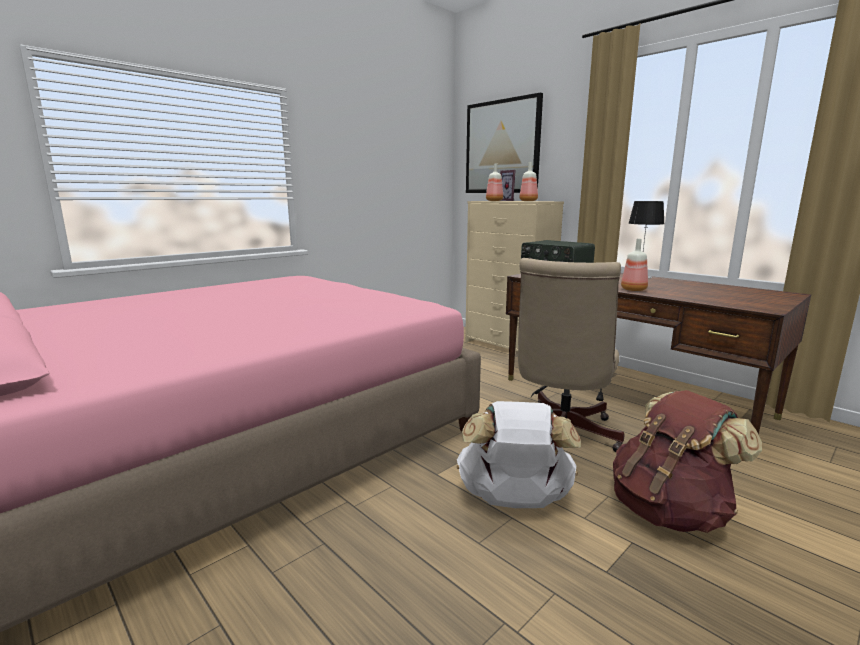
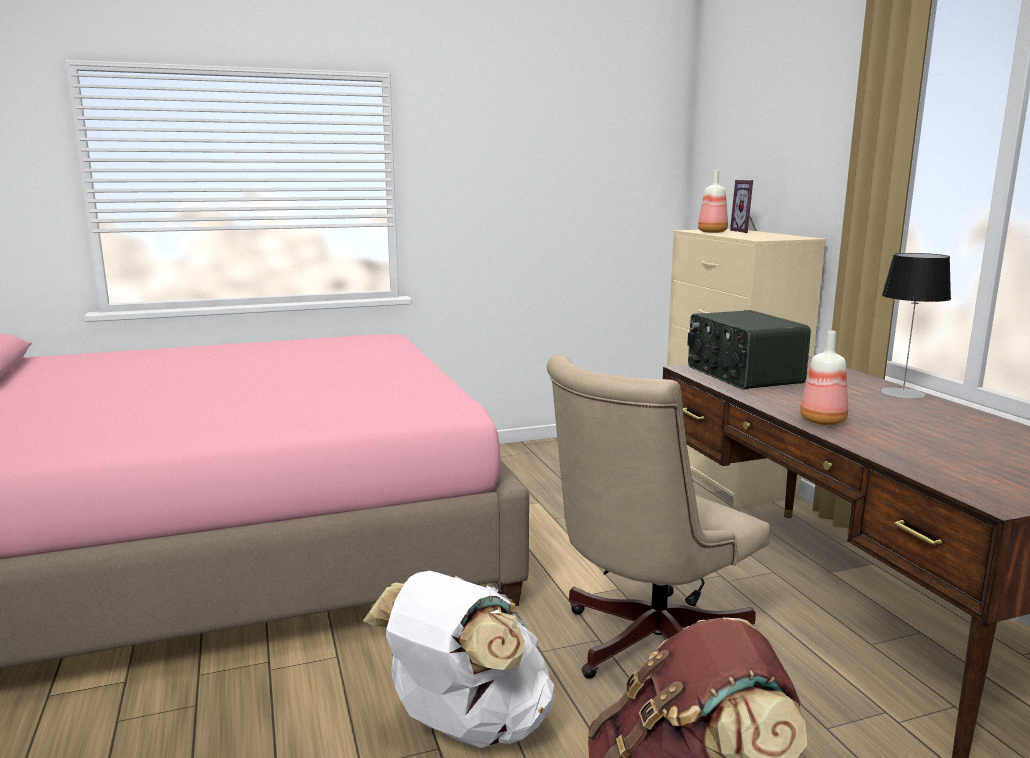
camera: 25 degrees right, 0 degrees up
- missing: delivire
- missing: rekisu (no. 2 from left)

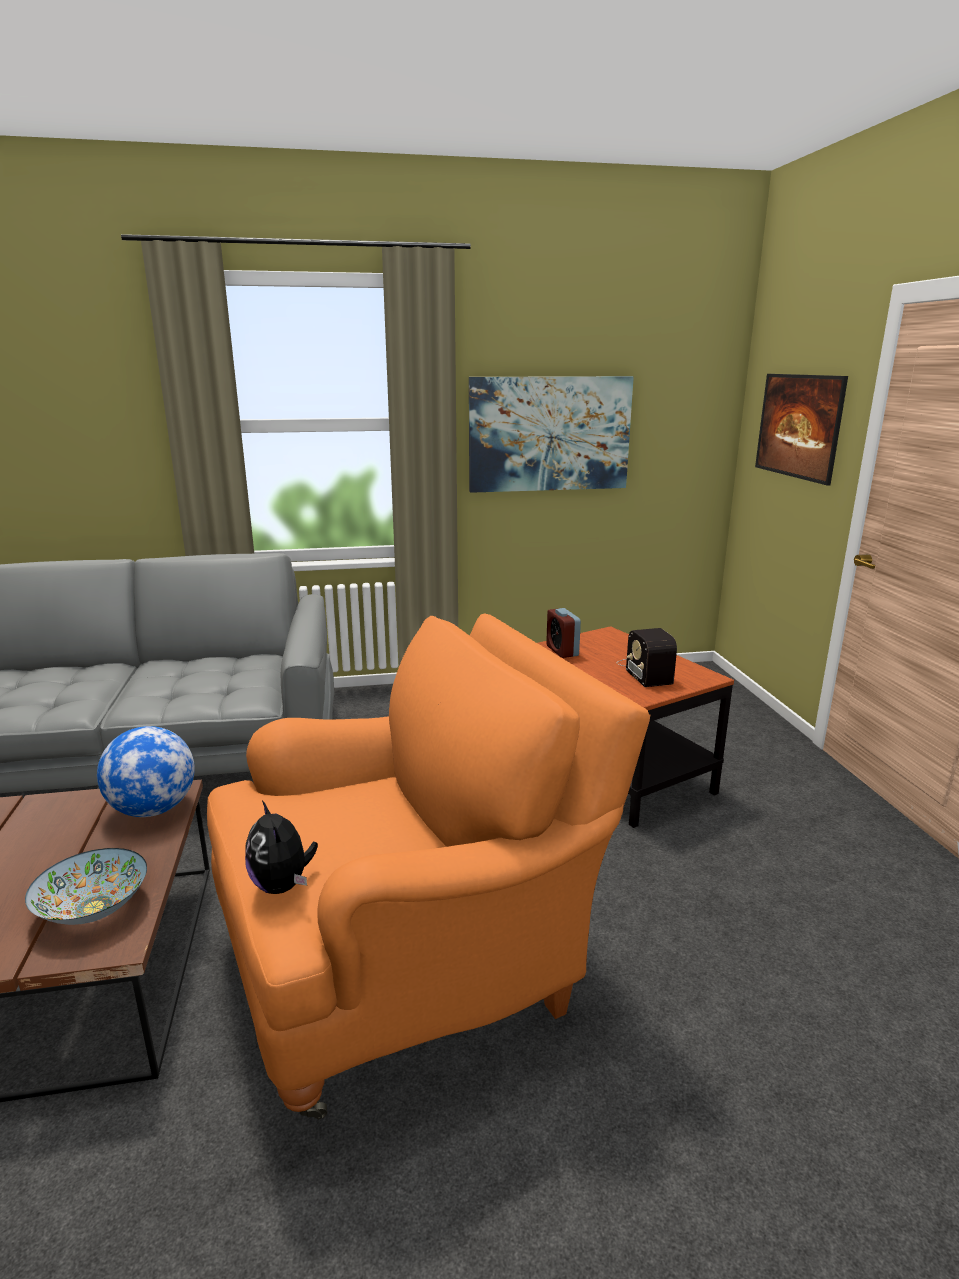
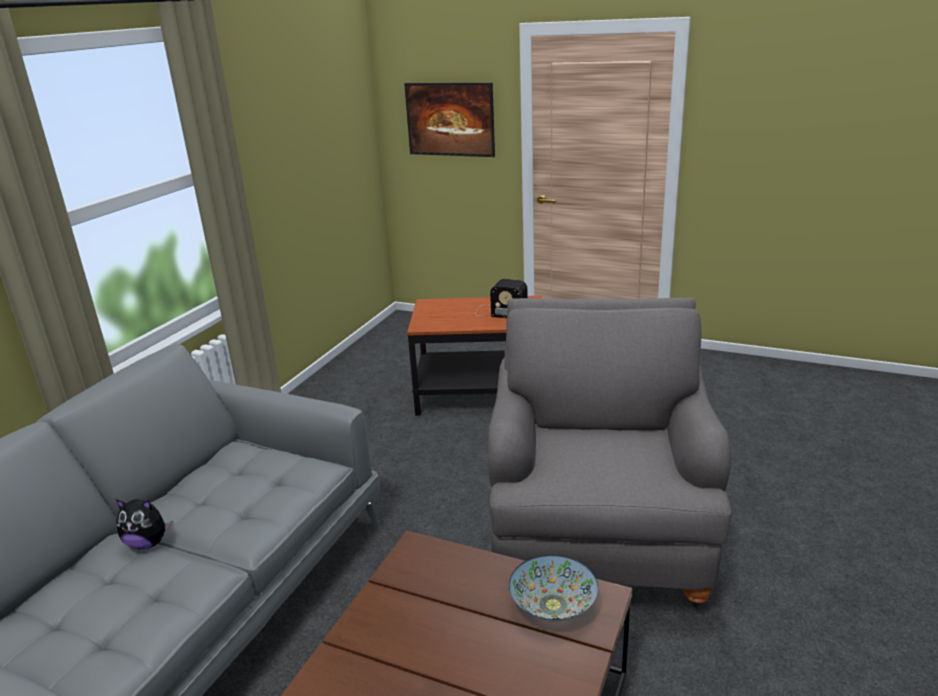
camera: 55 degrees left, 5 degrees up
- missing: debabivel
- missing: delivire (no. 1 from left)
- missing: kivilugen
- relocated: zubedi
- colour: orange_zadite to grey_zadite

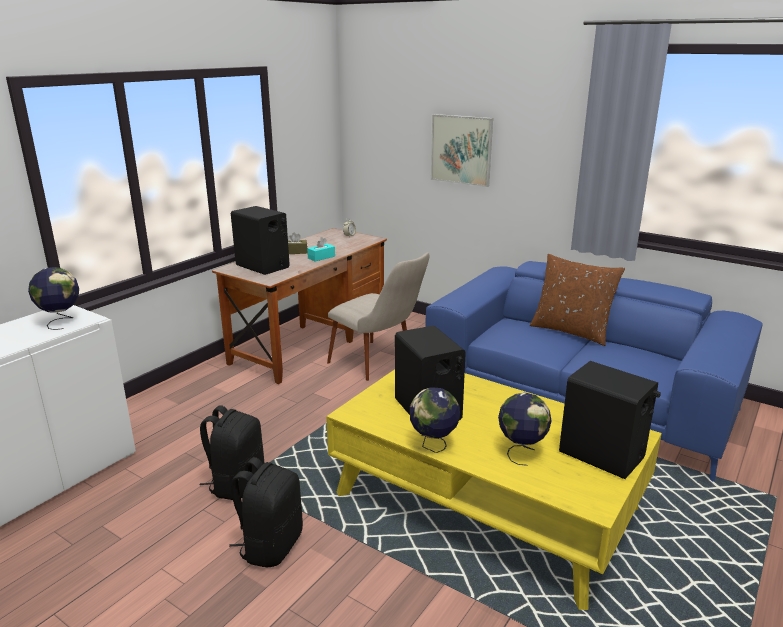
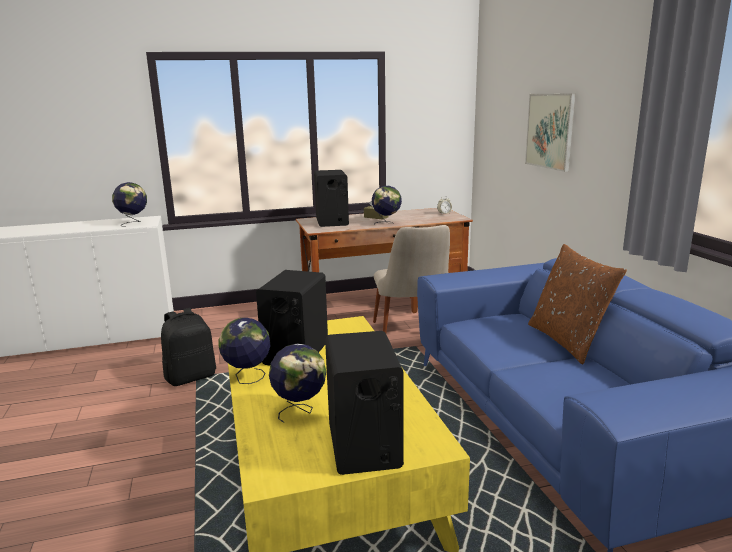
camera: 40 degrees right, 5 degrees down
- missing: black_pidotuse (no. 2 from left)
- exchanged: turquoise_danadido to debabivel (no. 4 from left)

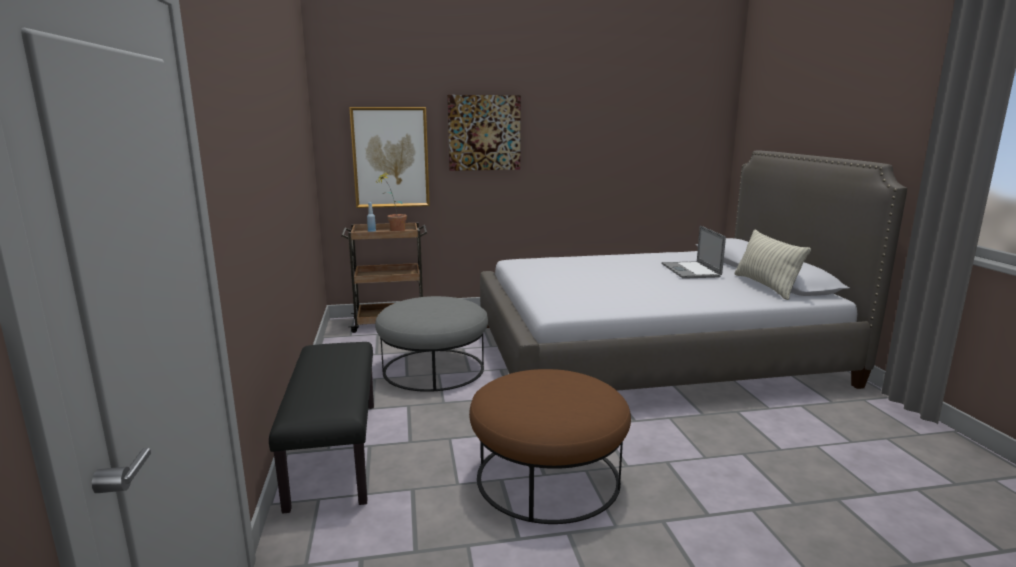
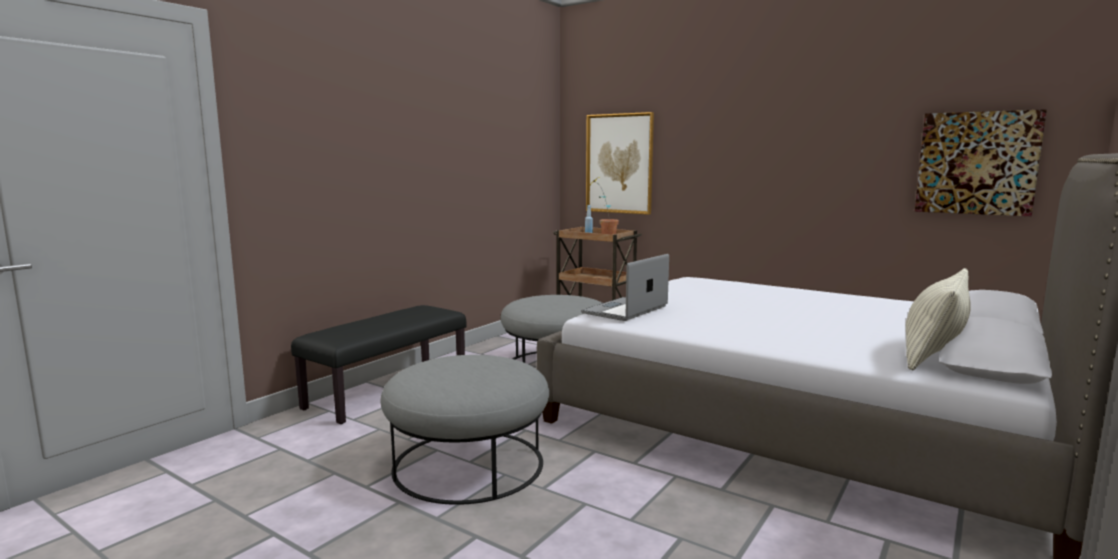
camera: 45 degrees right, 5 degrees down
- relocated: delivire (no. 2 from left)
- relocated: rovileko
- colour: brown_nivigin to grey_nivigin (no. 1 from left)

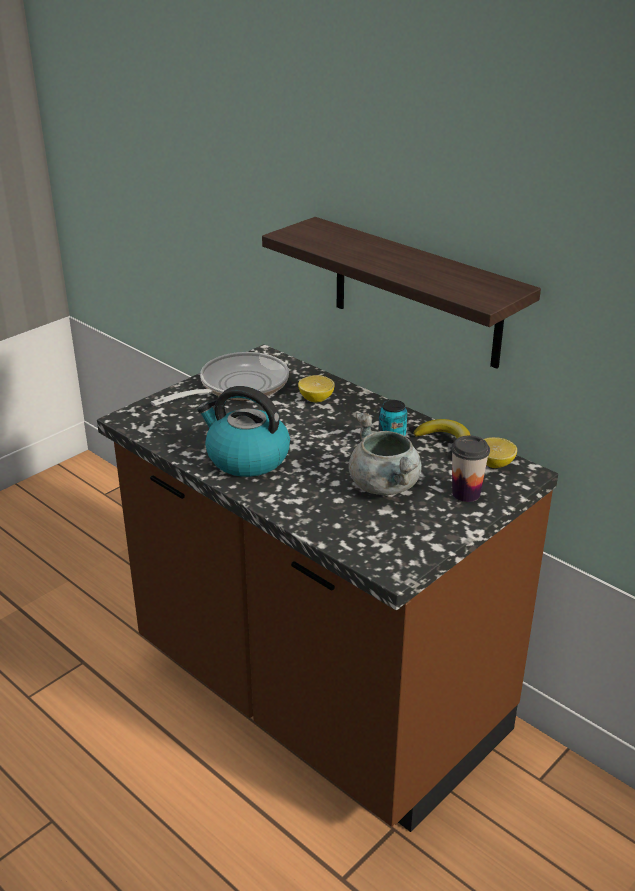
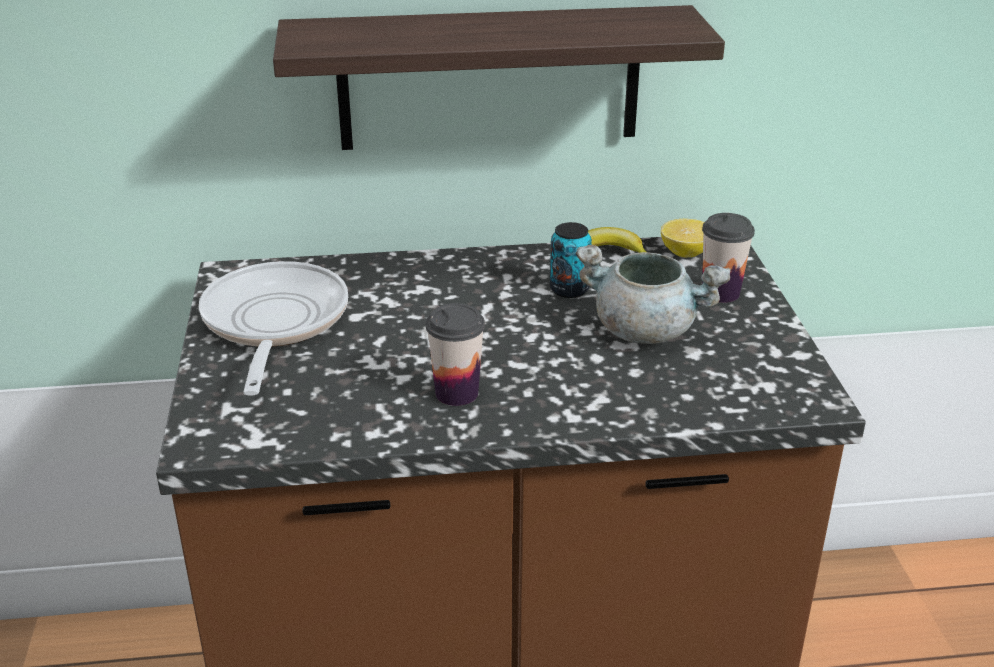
camera: 50 degrees left, 0 degrees up
- missing: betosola (no. 1 from left)
- exchanged: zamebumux to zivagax (no. 1 from left)

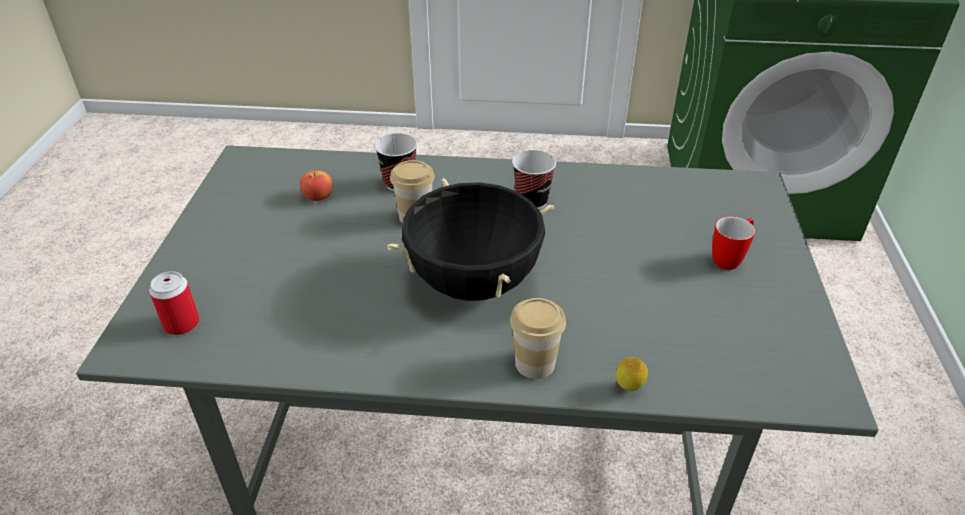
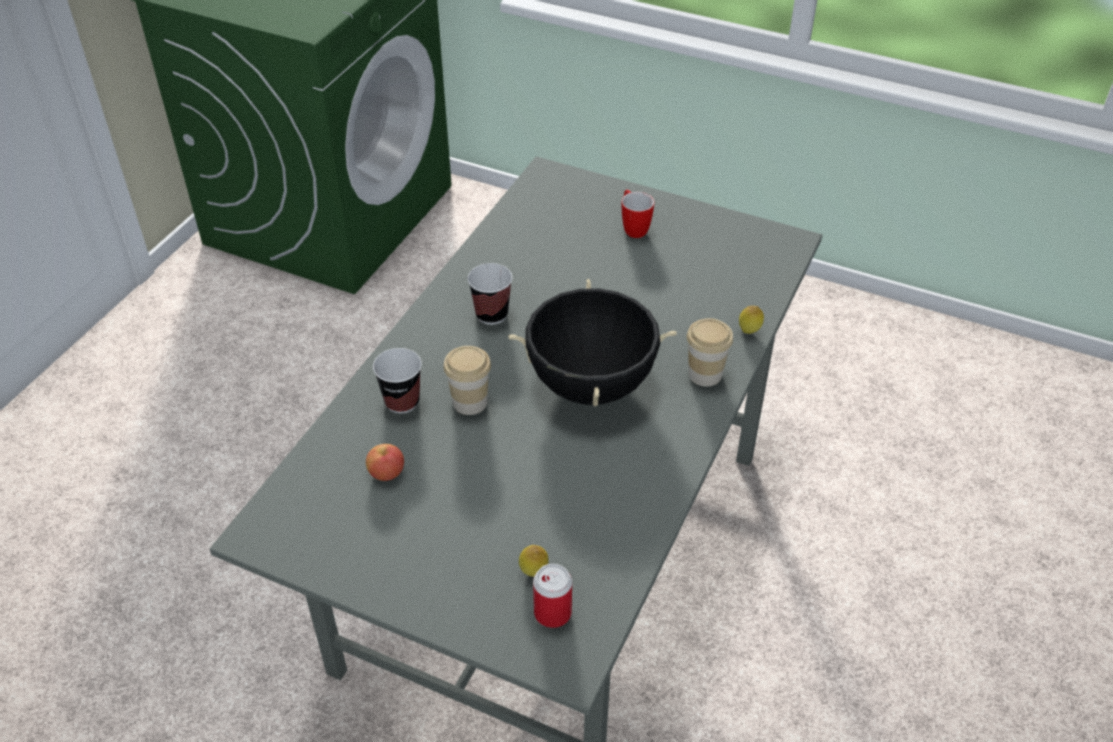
camera: 70 degrees left, 5 degrees up
- appeared: betosola (no. 1 from left)

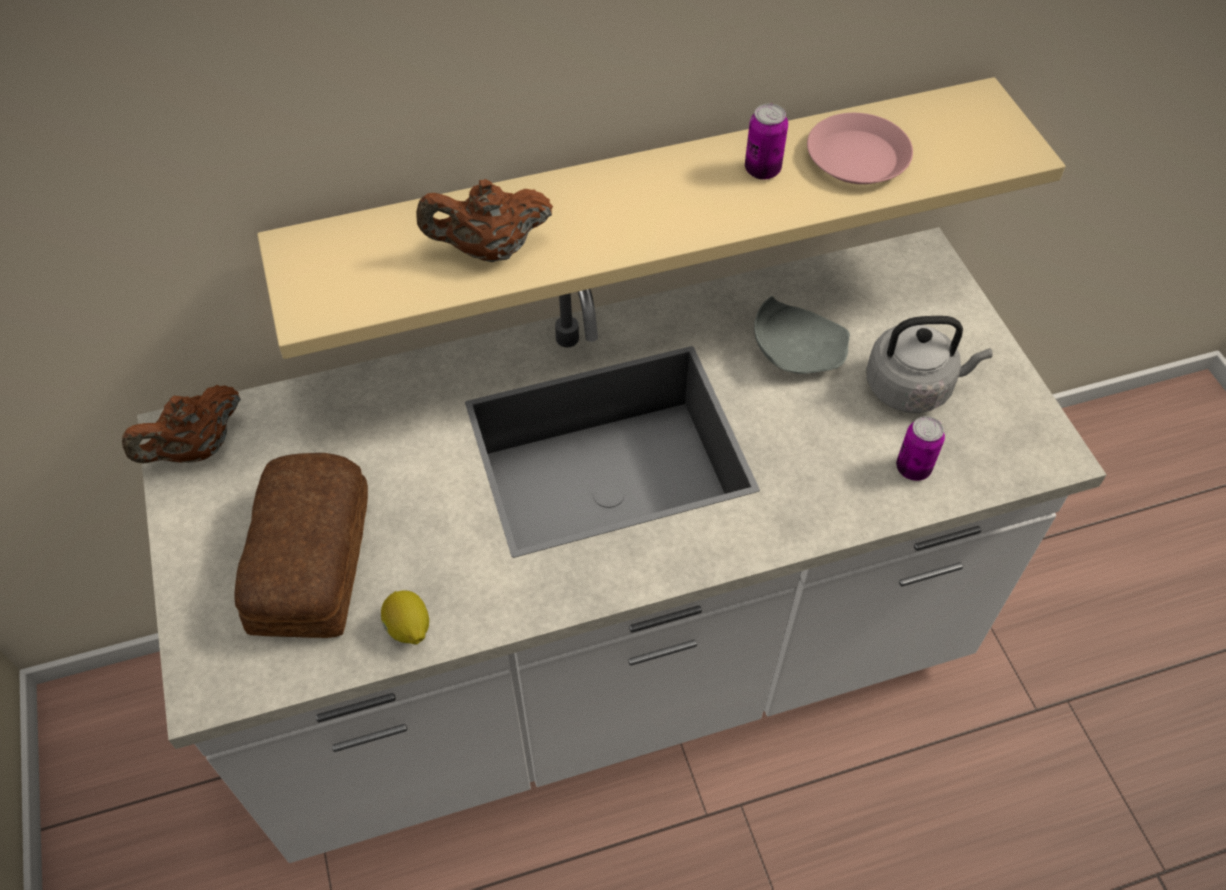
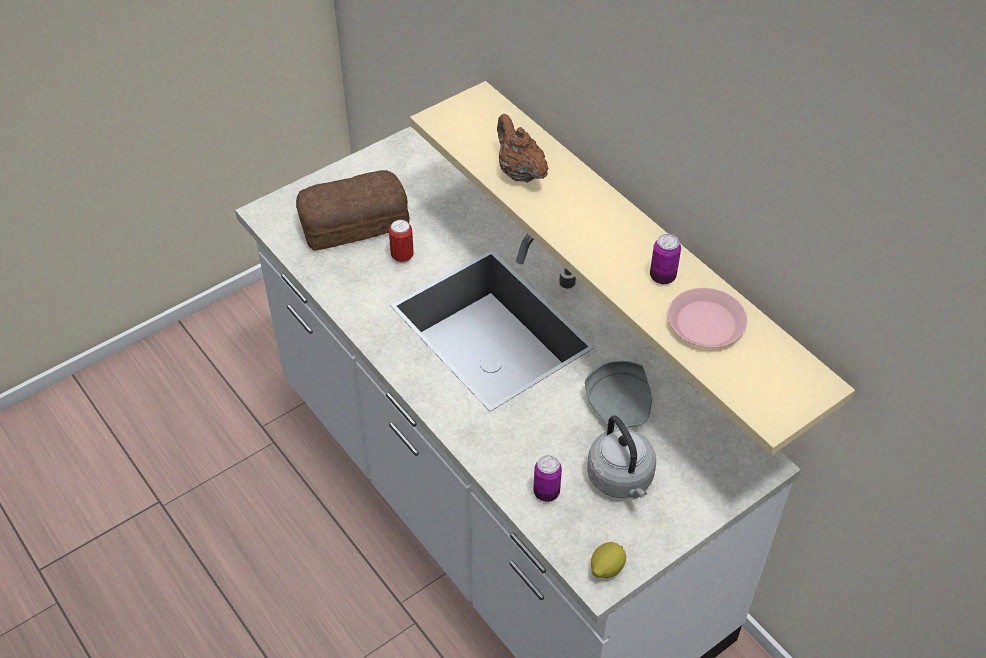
camera: 70 degrees right, 5 degrees down
- missing: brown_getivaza (no. 1 from left)
- appeared: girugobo (no. 1 from left)
- relocated: betosola

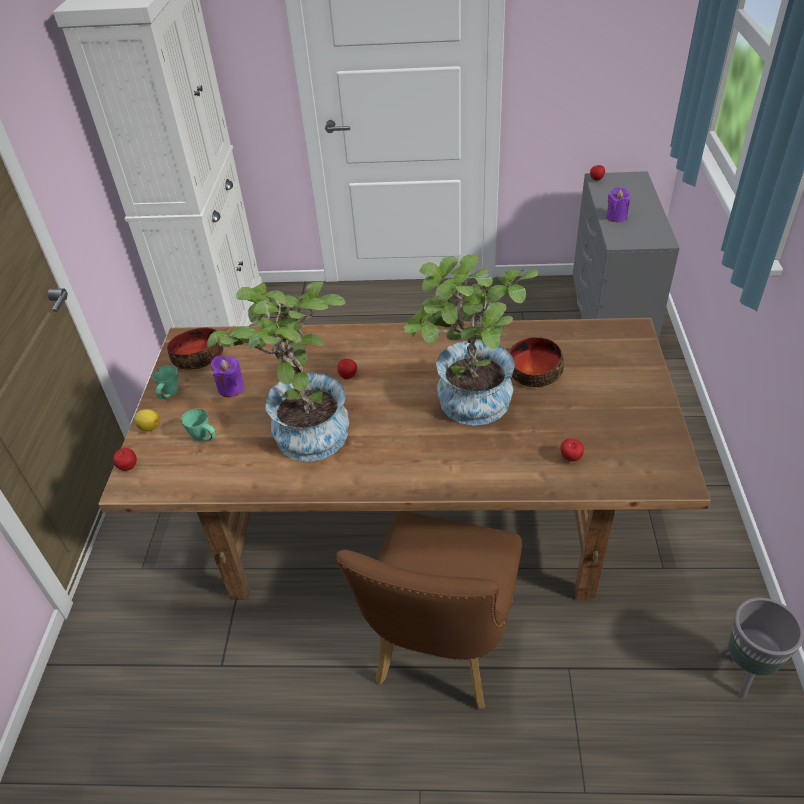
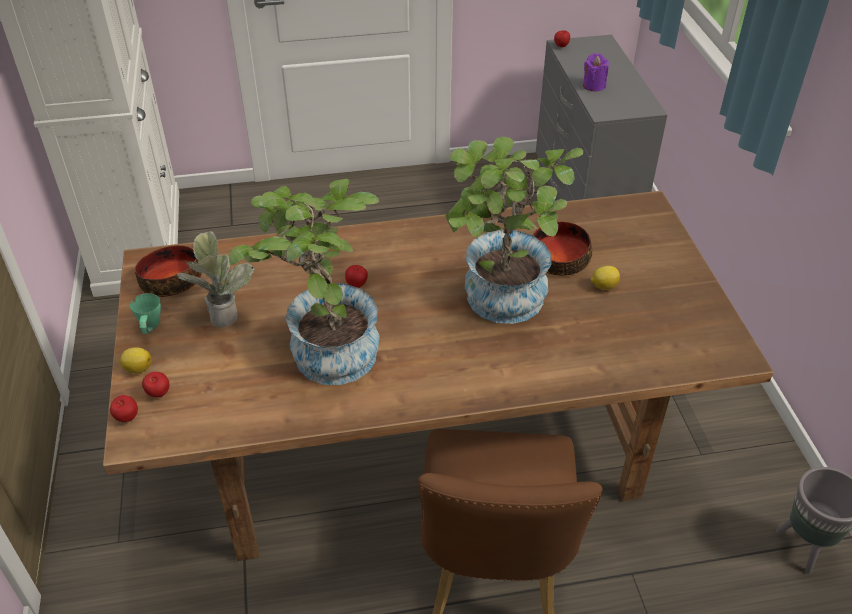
camera: 15 degrees left, 0 degrees up
- missing: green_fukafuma (no. 2 from left)
- appeared: betosola (no. 2 from left)
- relocated: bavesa (no. 3 from left in the first image) to bavesa (no. 2 from left)
- exchanged: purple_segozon (no. 1 from left) to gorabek (no. 1 from left)

